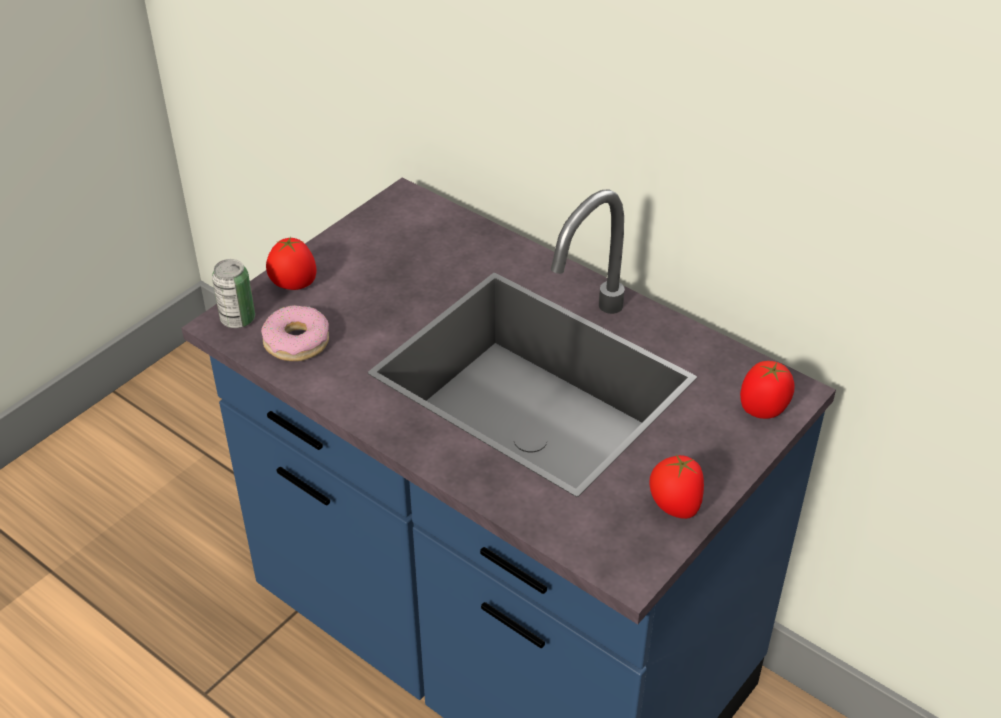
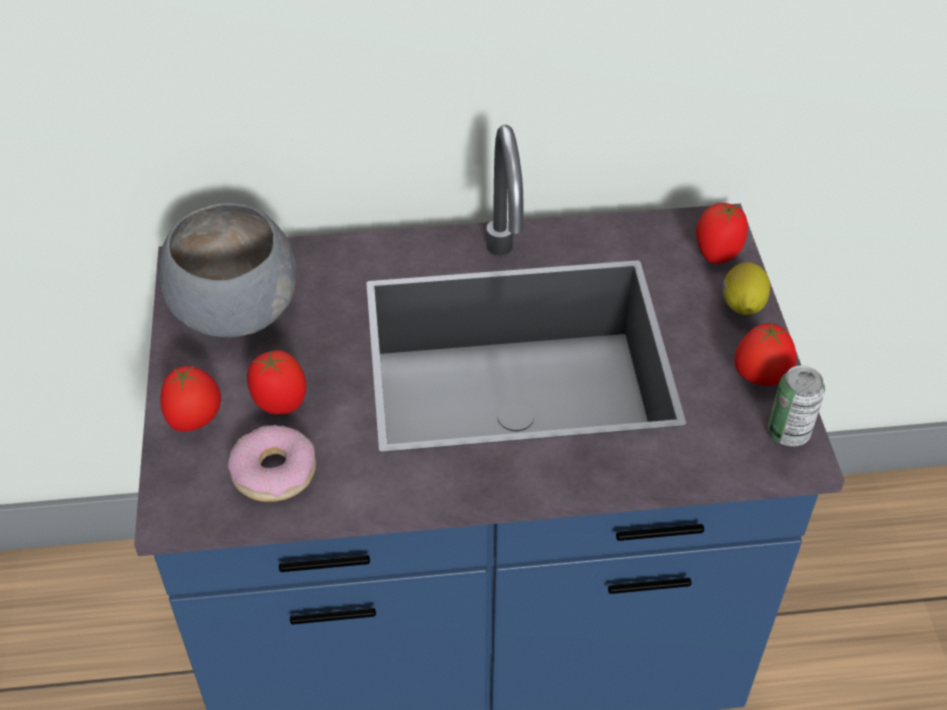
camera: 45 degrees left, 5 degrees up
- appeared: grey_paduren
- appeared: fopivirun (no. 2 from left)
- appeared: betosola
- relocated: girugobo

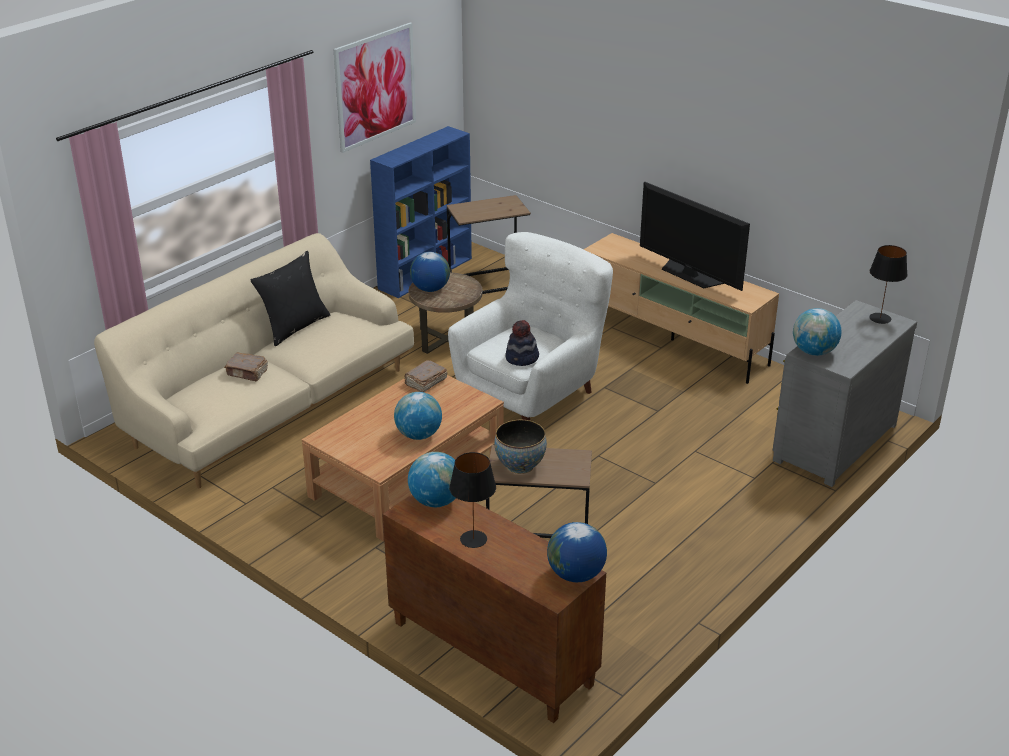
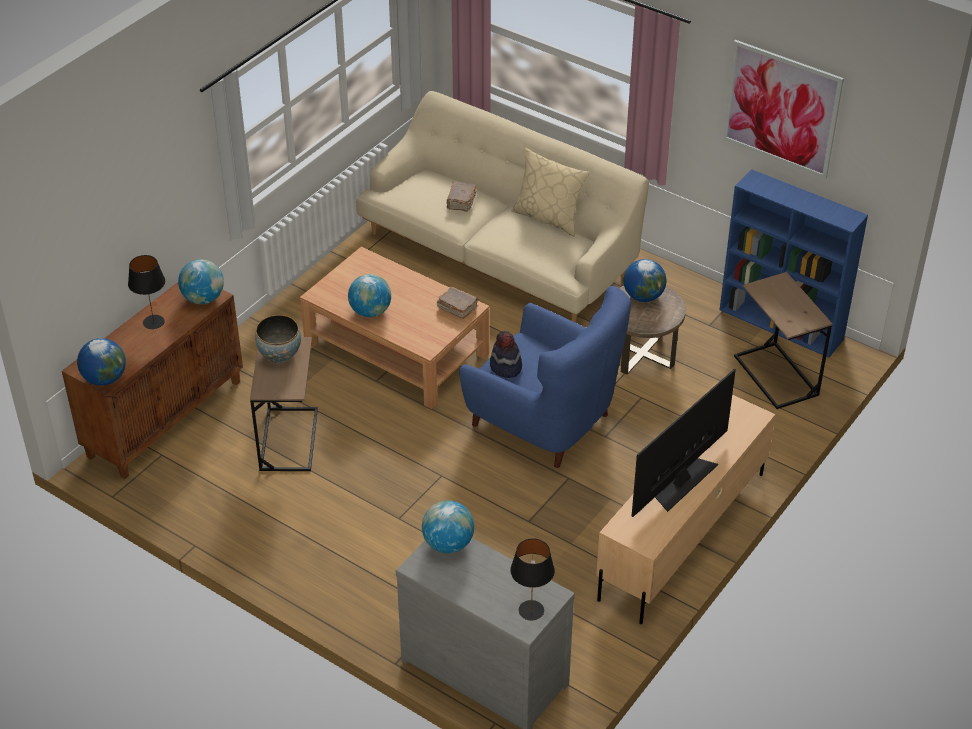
camera: 85 degrees right, 10 degrees up
- colour: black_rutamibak to beige_rutamibak
- colour: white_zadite to blue_zadite

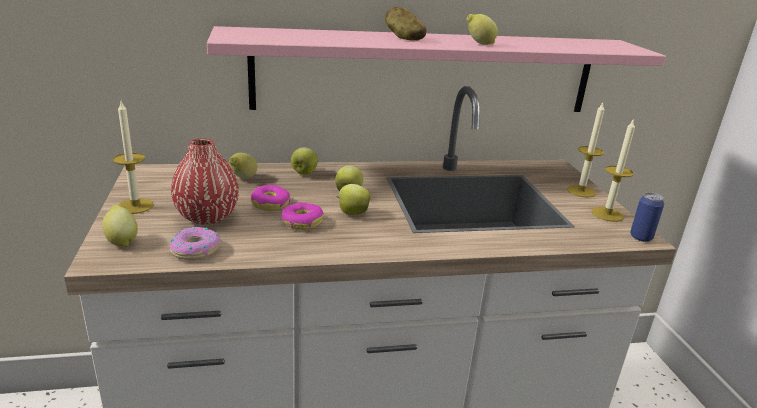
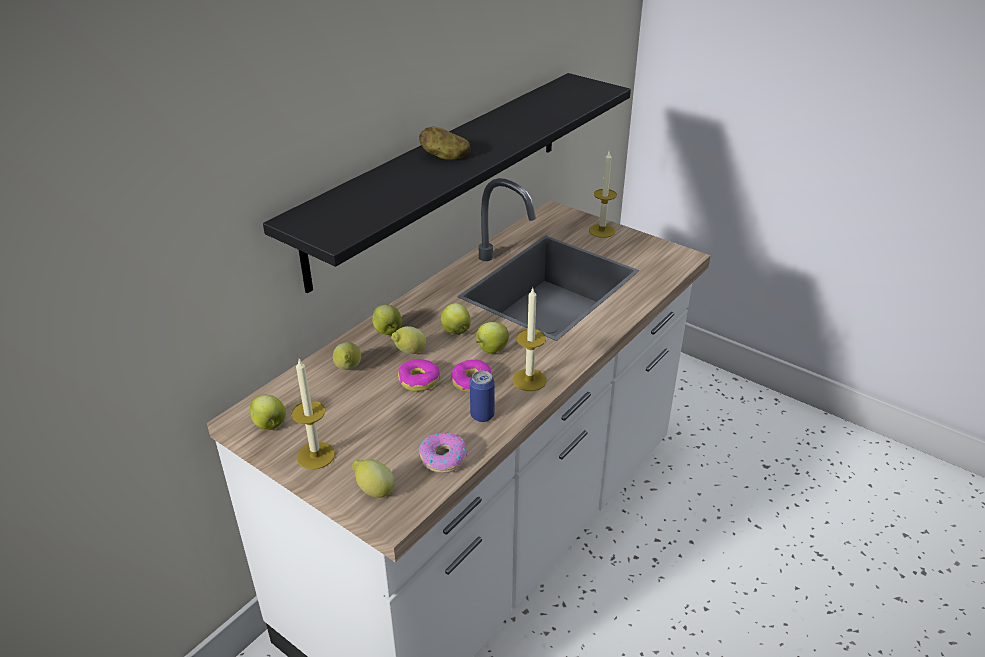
camera: 40 degrees left, 10 degrees up
- missing: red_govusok
- appeared: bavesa (no. 1 from left)
- relocated: betosola (no. 3 from left)
- relocated: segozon (no. 3 from left in the first image) to segozon (no. 2 from left)
- relocated: girugobo
- colour: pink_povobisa to black_povobisa

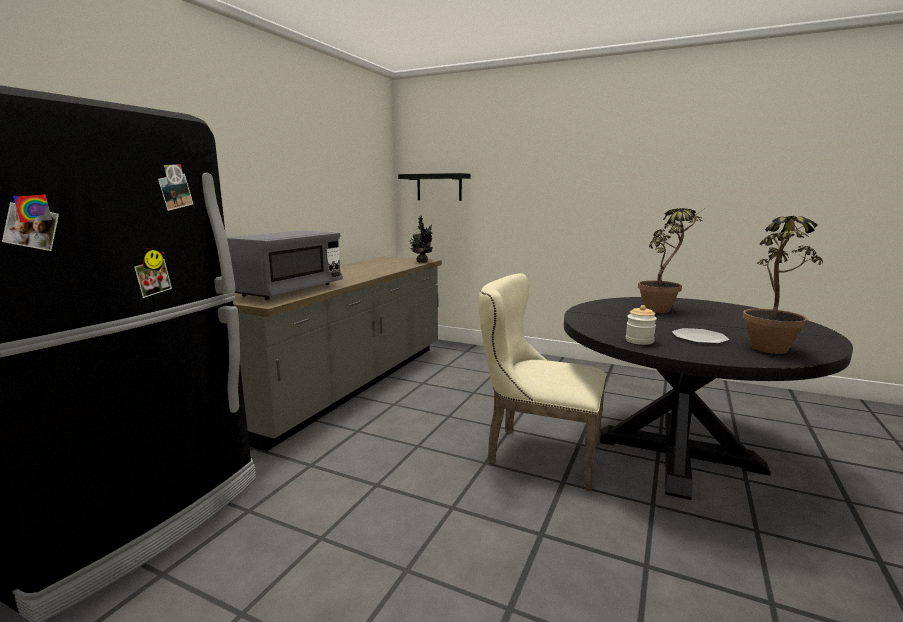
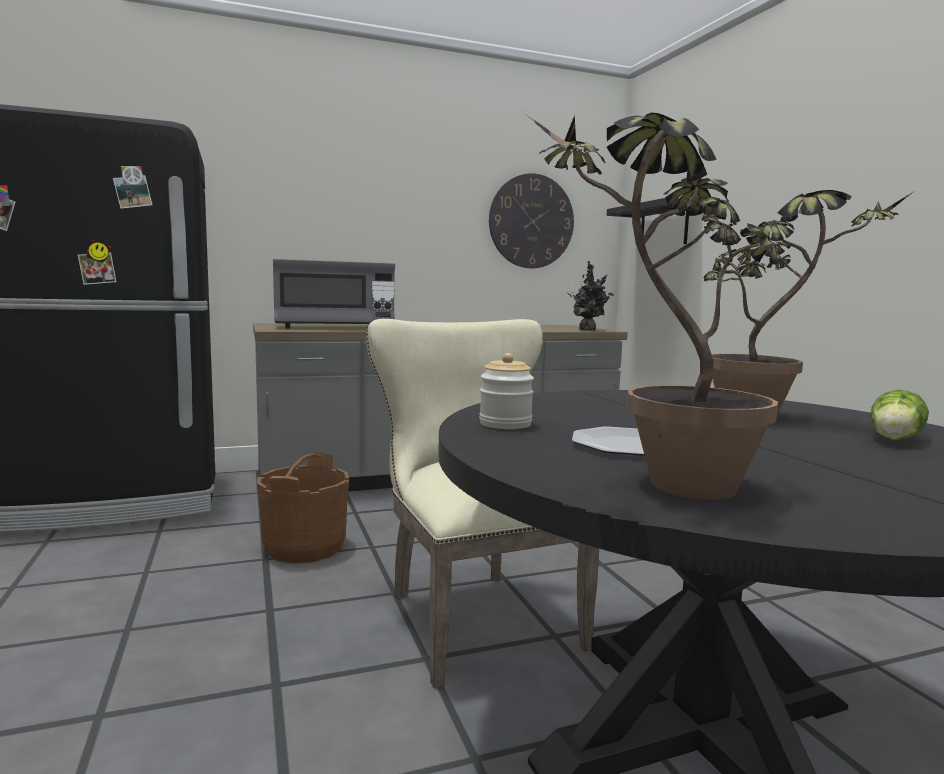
camera: 45 degrees right, 5 degrees down
- appeared: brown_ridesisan
- appeared: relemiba
- appeared: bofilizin

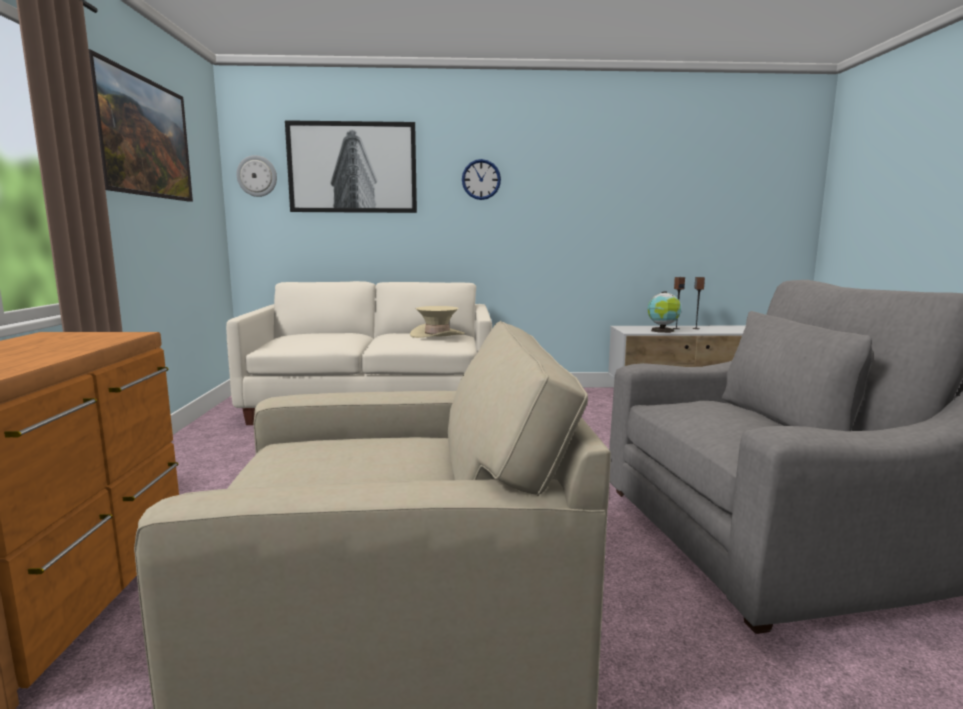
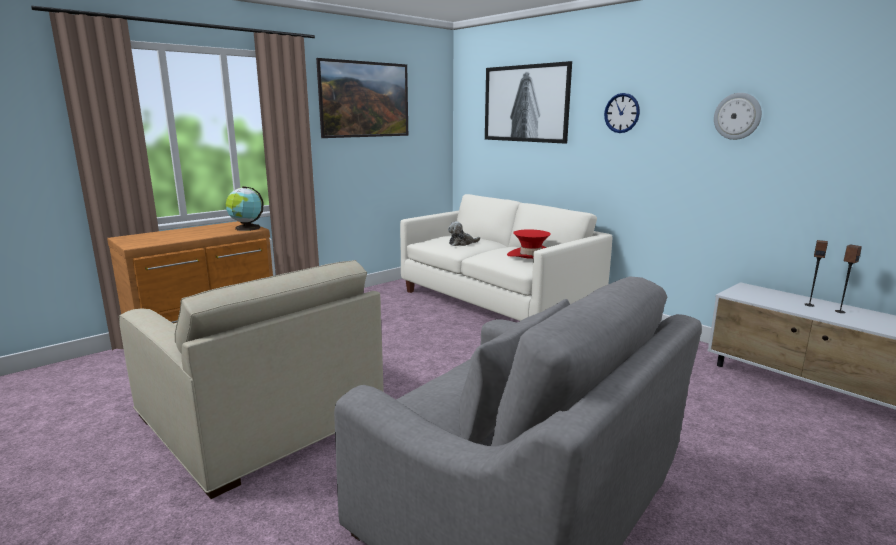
camera: 50 degrees right, 5 degrees up
- appeared: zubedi
- relocated: relemiba (no. 1 from left in the first image) to relemiba (no. 2 from left)
- relocated: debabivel
- colour: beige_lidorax to red_lidorax

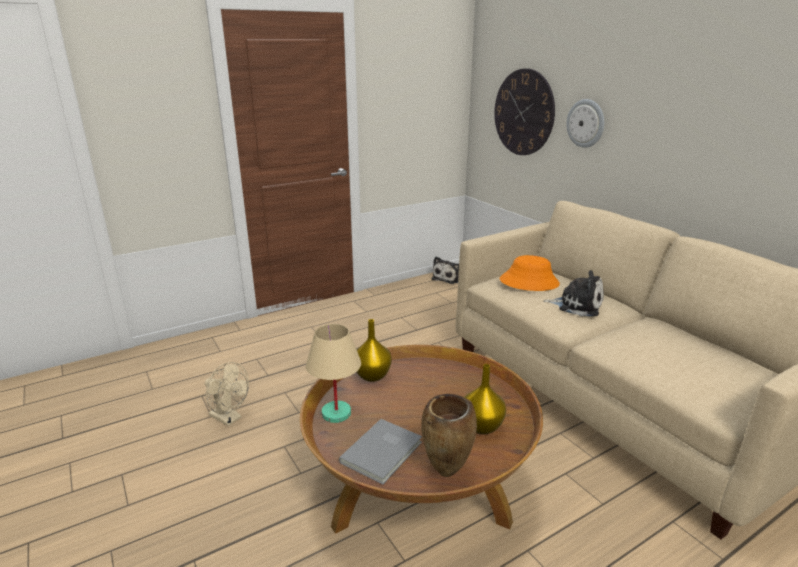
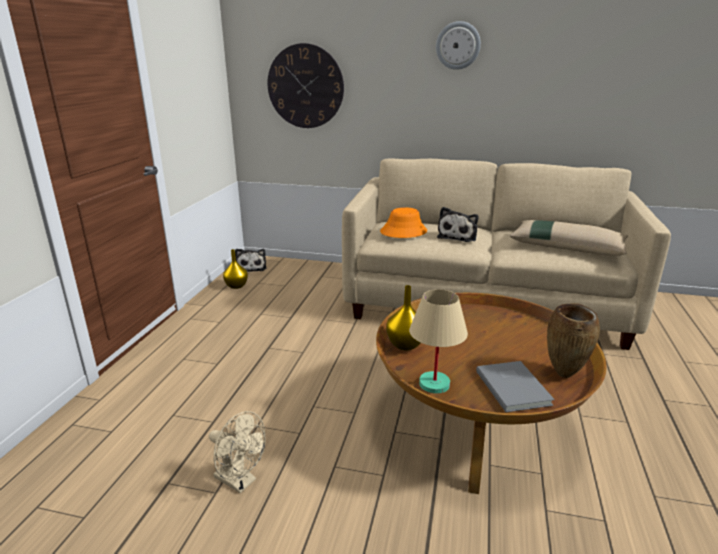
camera: 45 degrees left, 0 degrees up
- appeared: beige_rutamibak
- relocated: yellow_govusok (no. 2 from left in the first image) to yellow_govusok (no. 1 from left)
- relocated: relemiba (no. 2 from left)
- spun: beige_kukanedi 45 degrees clockwise
- spun: zubedi (no. 2 from left) 135 degrees clockwise

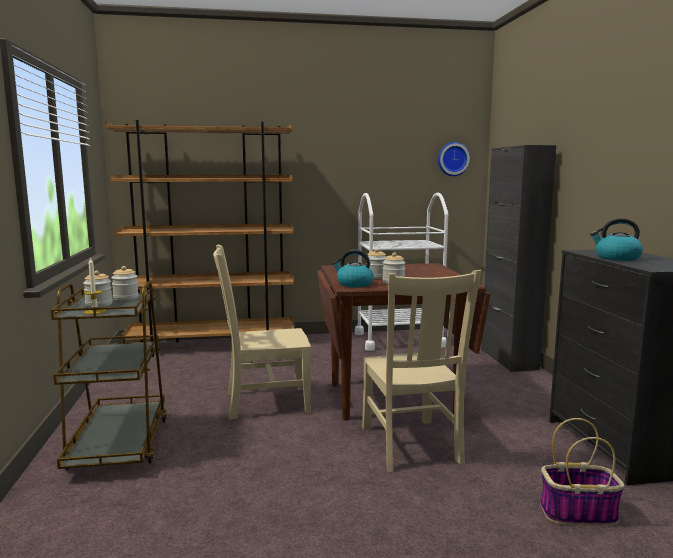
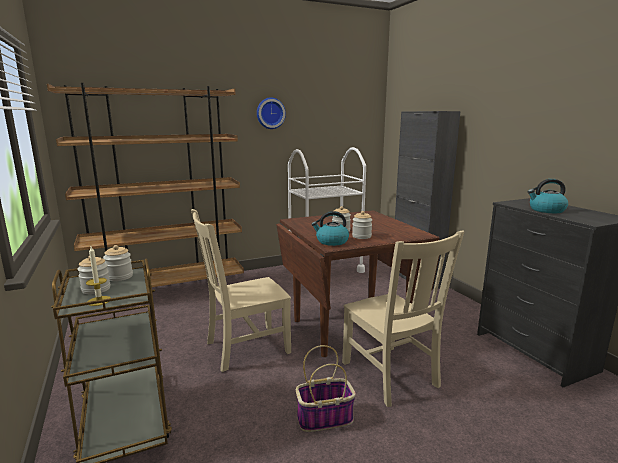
camera: 15 degrees left, 5 degrees up
- relocated: relemiba
- relocated: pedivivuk

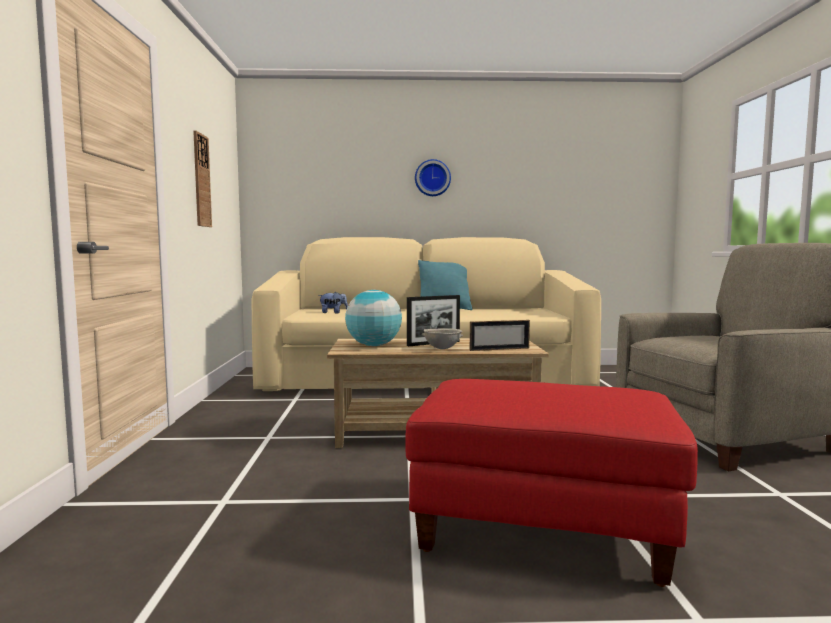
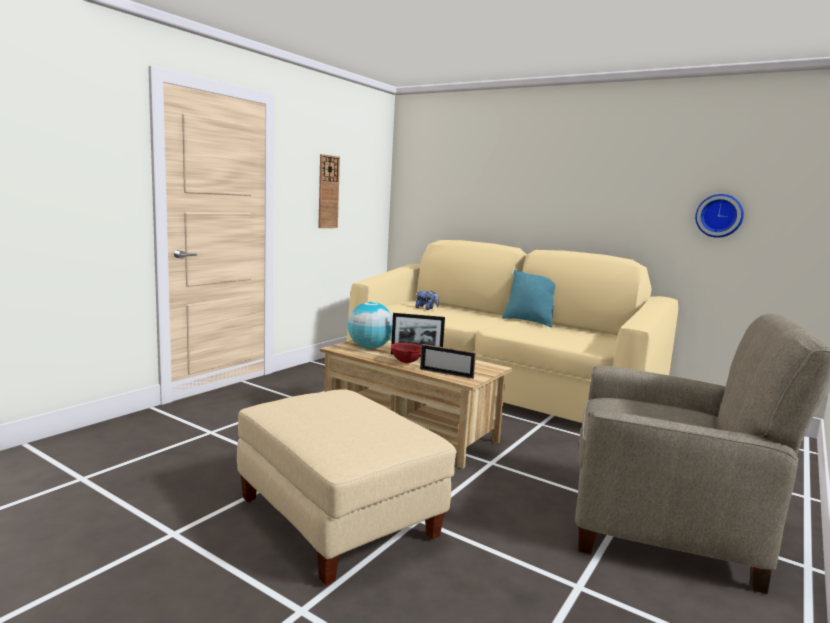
camera: 35 degrees right, 5 degrees up
- relocated: relemiba (no. 2 from left)
- colour: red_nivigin to beige_nivigin
- colour: grey_paduren to red_paduren

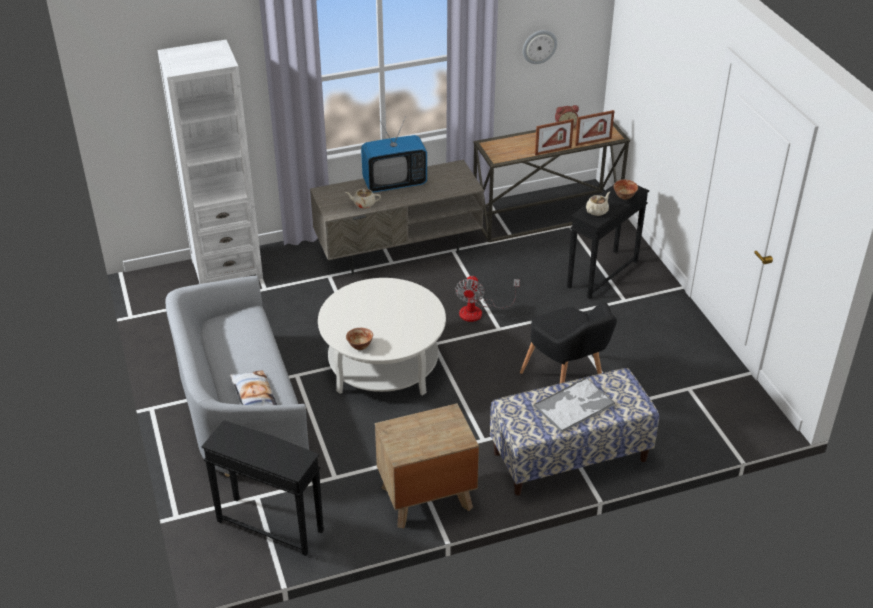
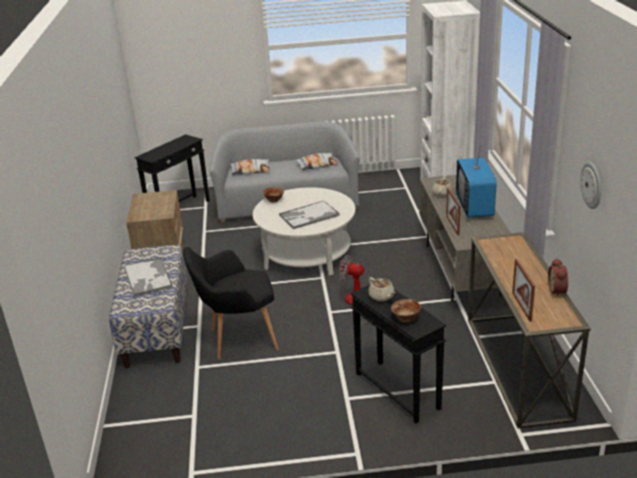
camera: 105 degrees right, 10 degrees down
- appeared: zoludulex (no. 2 from left)
- appeared: rutamibak (no. 2 from left)
- relocated: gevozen (no. 1 from left)

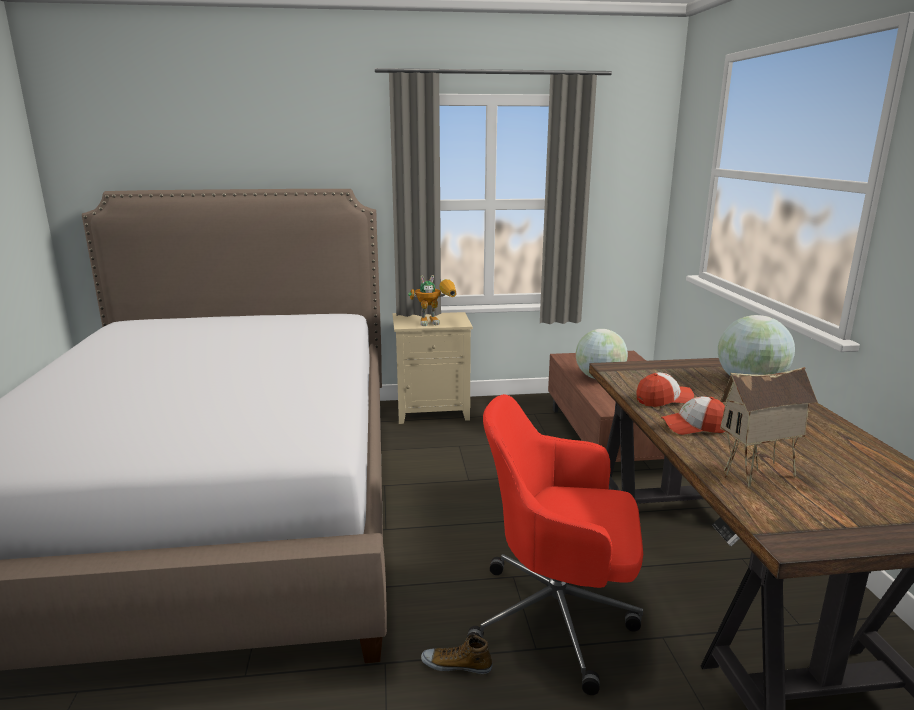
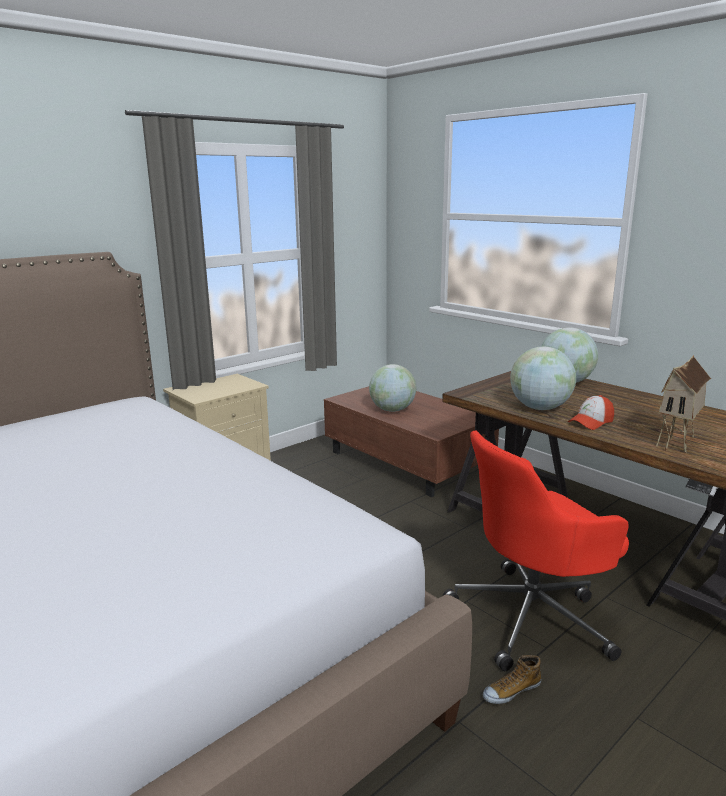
camera: 35 degrees left, 0 degrees up
- missing: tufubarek
- exchanged: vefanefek (no. 1 from left) to debabivel (no. 2 from left)

